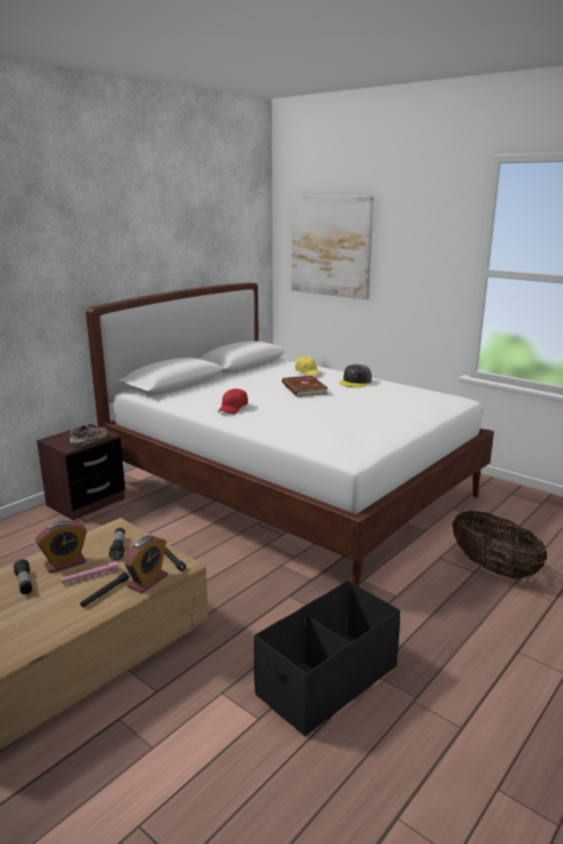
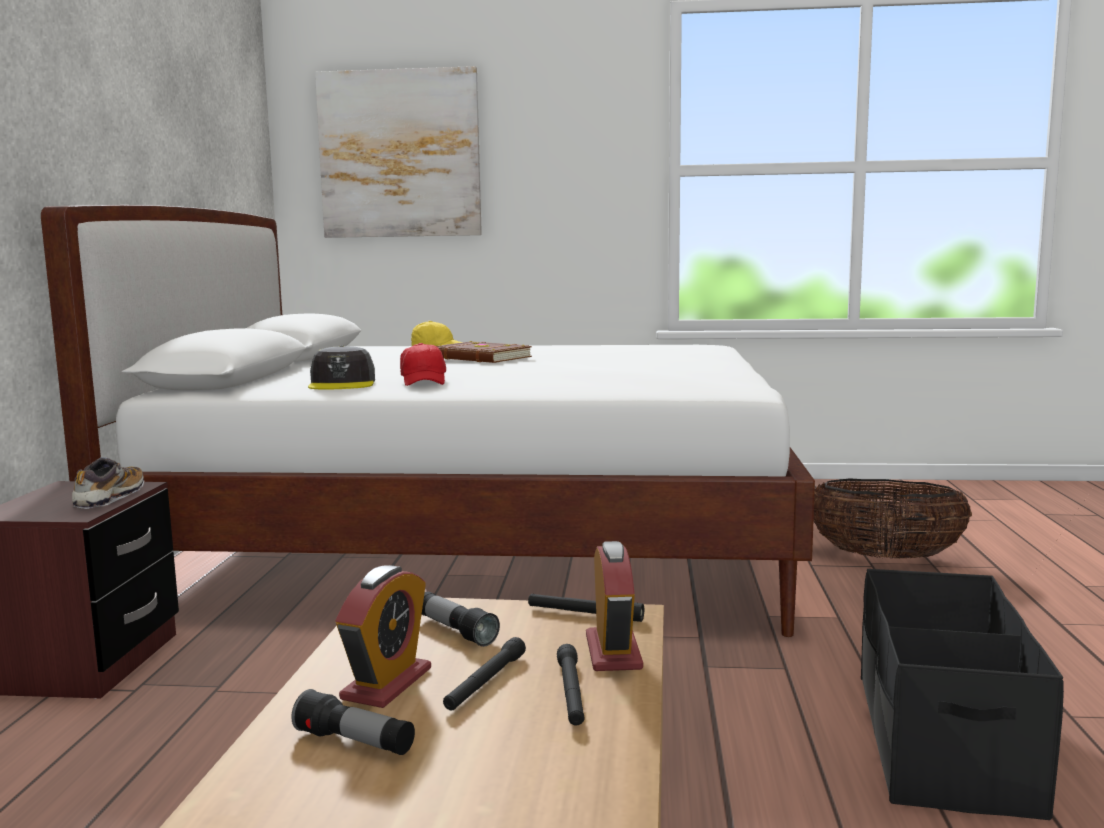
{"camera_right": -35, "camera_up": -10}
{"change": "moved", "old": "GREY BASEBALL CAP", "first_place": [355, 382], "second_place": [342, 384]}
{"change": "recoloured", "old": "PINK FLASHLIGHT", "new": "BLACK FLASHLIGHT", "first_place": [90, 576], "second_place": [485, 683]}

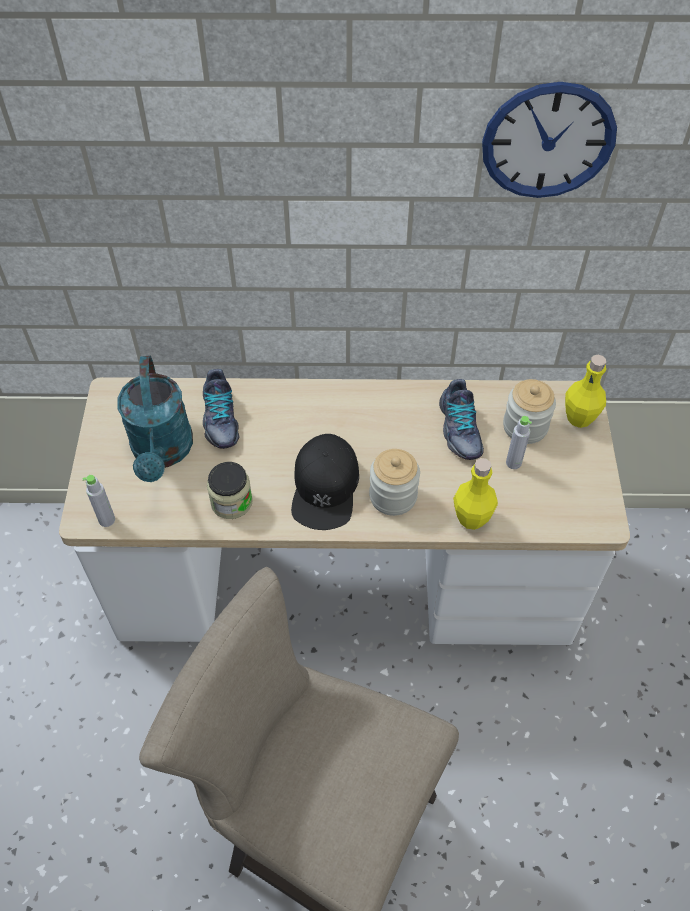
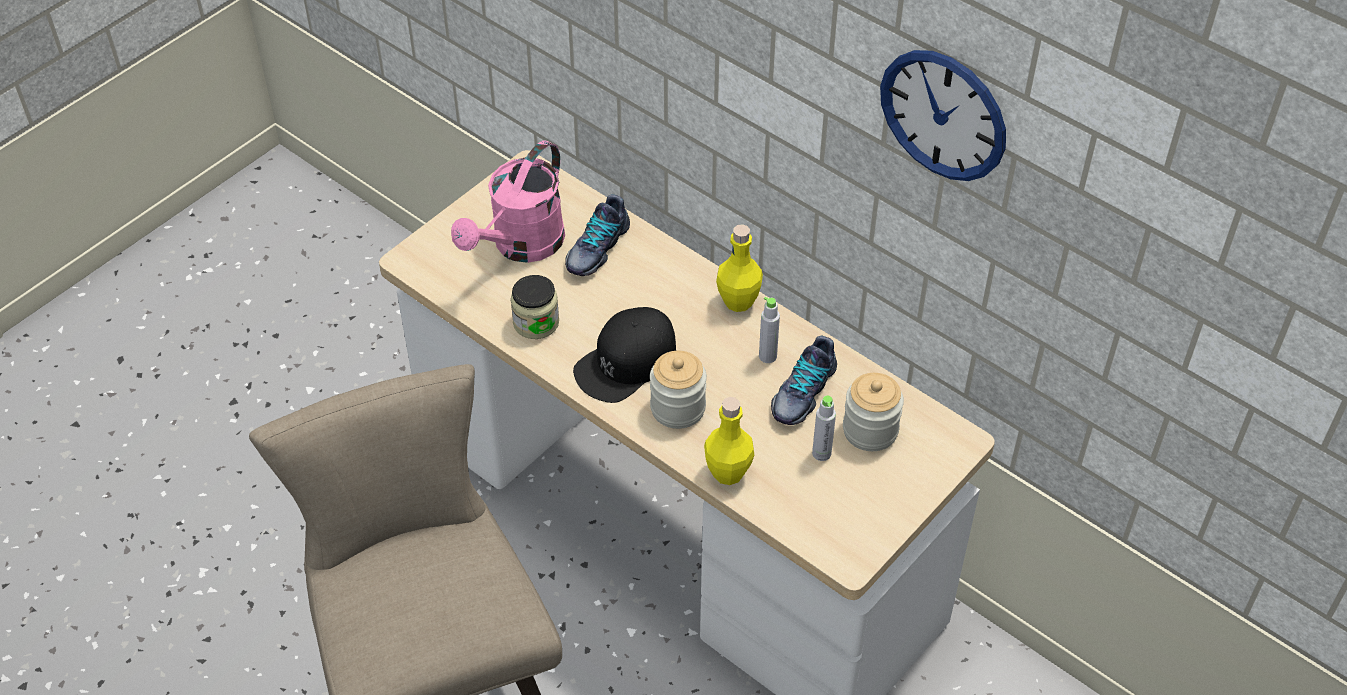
{"camera_right": 40, "camera_up": -5}
{"change": "recoloured", "old": "BLUE-GREEN SPRINKLING CAN", "new": "PINK SPRINKLING CAN", "first_place": [162, 452], "second_place": [521, 246]}
{"change": "moved", "old": "YELLOW BOTTLE", "first_place": [579, 418], "second_place": [738, 301]}
{"change": "moved", "old": "GREY BOTTLE", "first_place": [107, 520], "second_place": [767, 356]}

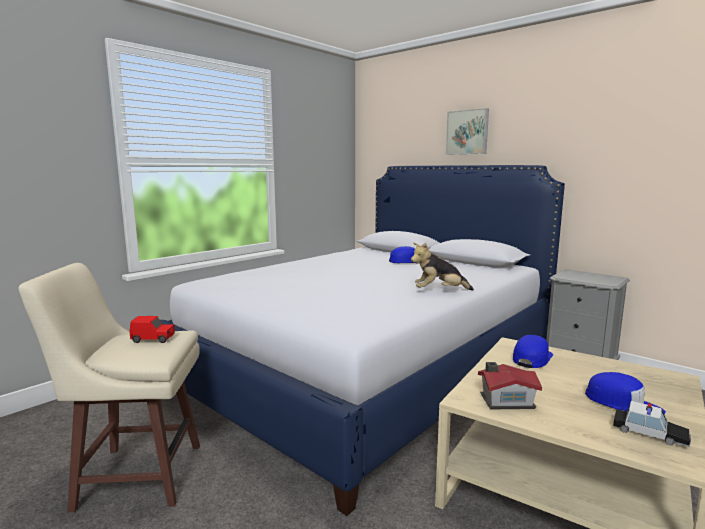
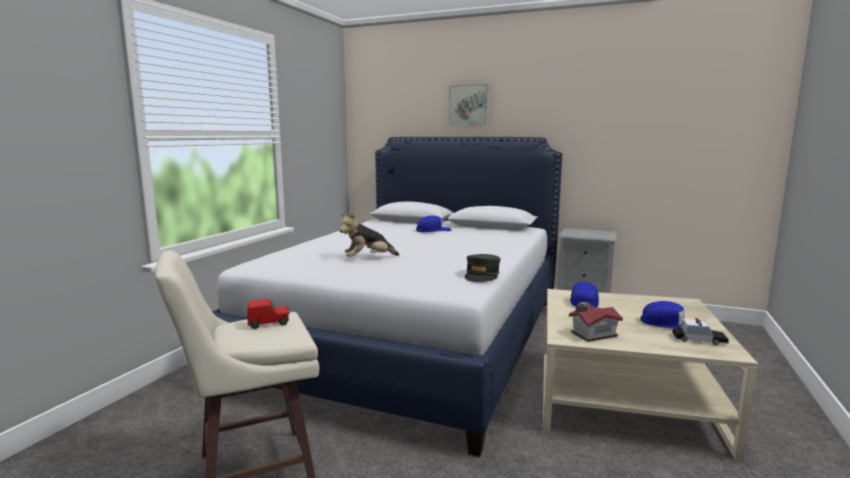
{"camera_right": -20, "camera_up": 0}
{"change": "moved", "old": "CUDDLY TOY", "first_place": [439, 291], "second_place": [368, 259]}
{"change": "added", "new": "GREY BASEBALL CAP", "second_place": [482, 275]}

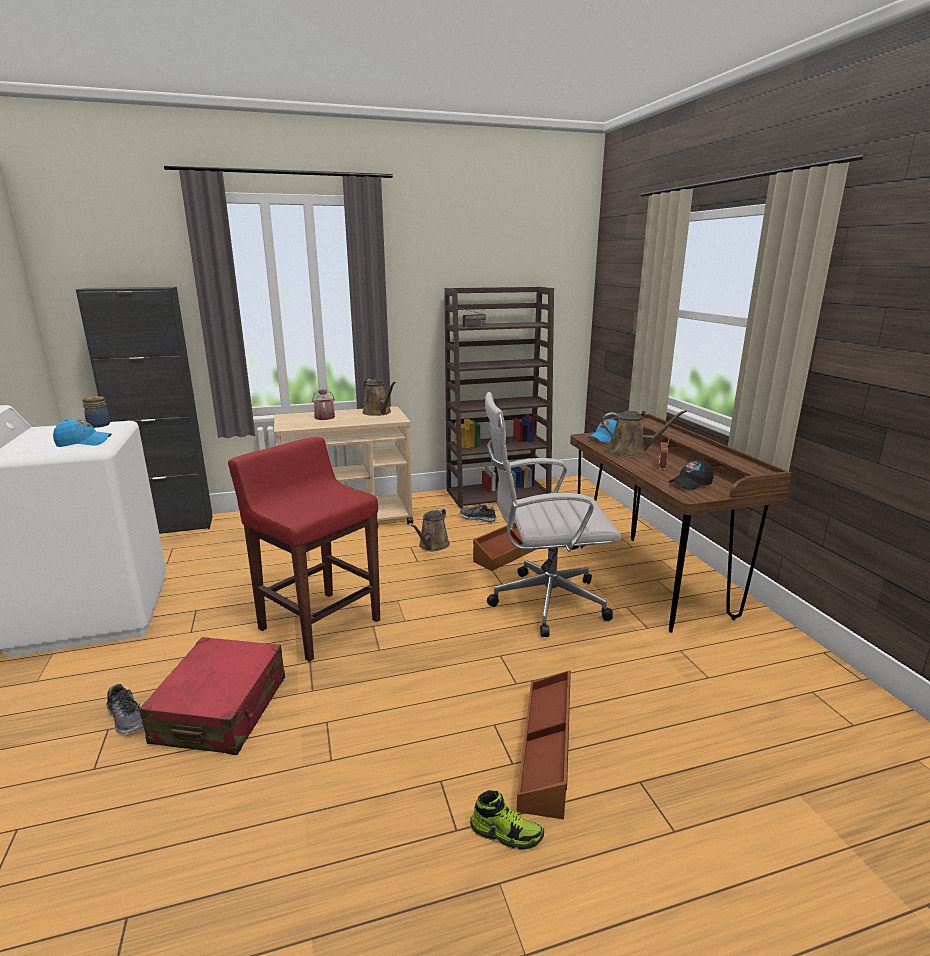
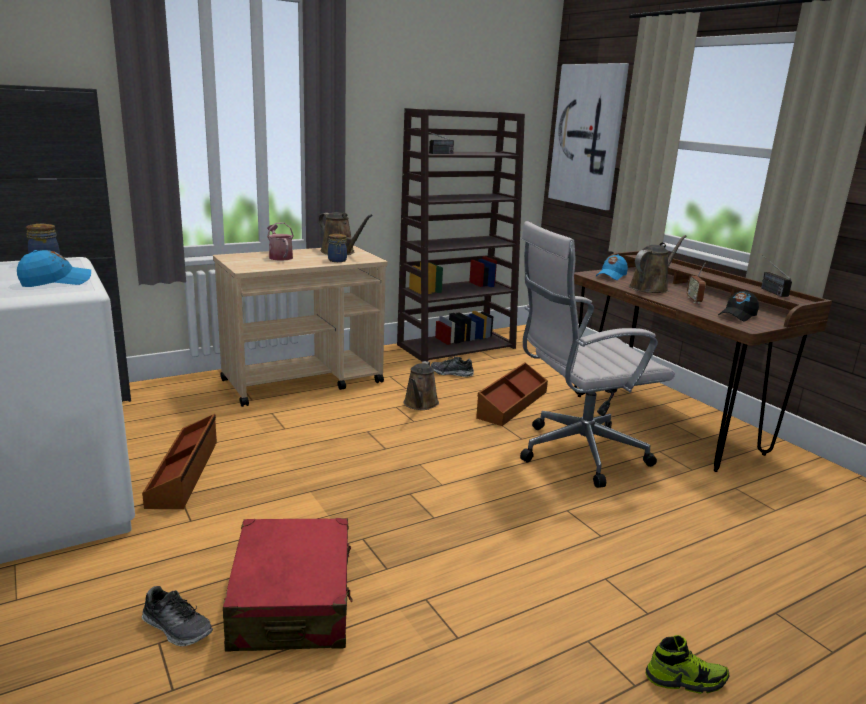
{"camera_right": -15, "camera_up": 0}
{"change": "turned", "old": "BROWN-COLOURED SPRINKLING CAN", "first_place": [631, 451], "second_place": [651, 288], "degrees": -45}
{"change": "removed", "old": "RED-COLOURED STOOL SEAT", "first_place": [319, 624]}
{"change": "moved", "old": "BROWN-COLOURED STORAGE CONTAINER", "first_place": [547, 750], "second_place": [185, 472]}
{"change": "added", "new": "WALL ART", "second_place": [588, 136]}
{"change": "added", "new": "PRESERVE JAR", "second_place": [337, 260]}
{"change": "added", "new": "RADIO", "second_place": [768, 290]}

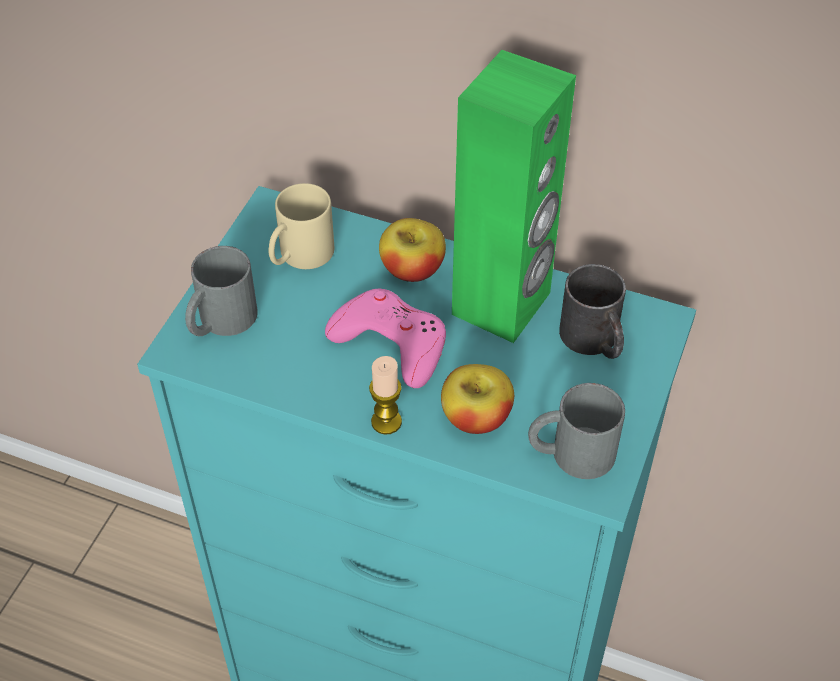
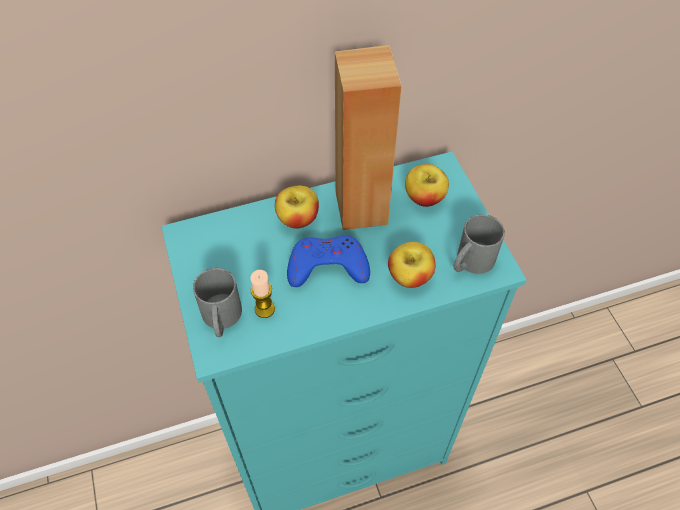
{"camera_right": -40, "camera_up": 5}
{"change": "recoloured", "old": "GREENISH SPEAKER", "new": "BROWN-COLOURED SPEAKER", "first_place": [502, 304], "second_place": [362, 207]}
{"change": "removed", "old": "BEIGE COFFEE MUG", "first_place": [300, 257]}
{"change": "replaced", "old": "BLACK COFFEE MUG", "new": "APPLE", "first_place": [594, 341], "second_place": [424, 197]}
{"change": "recoloured", "old": "PINK GAMEPAD", "new": "BLUISH GAMEPAD", "first_place": [391, 342], "second_place": [327, 266]}
{"change": "moved", "old": "CANDLE", "first_place": [386, 422], "second_place": [264, 309]}

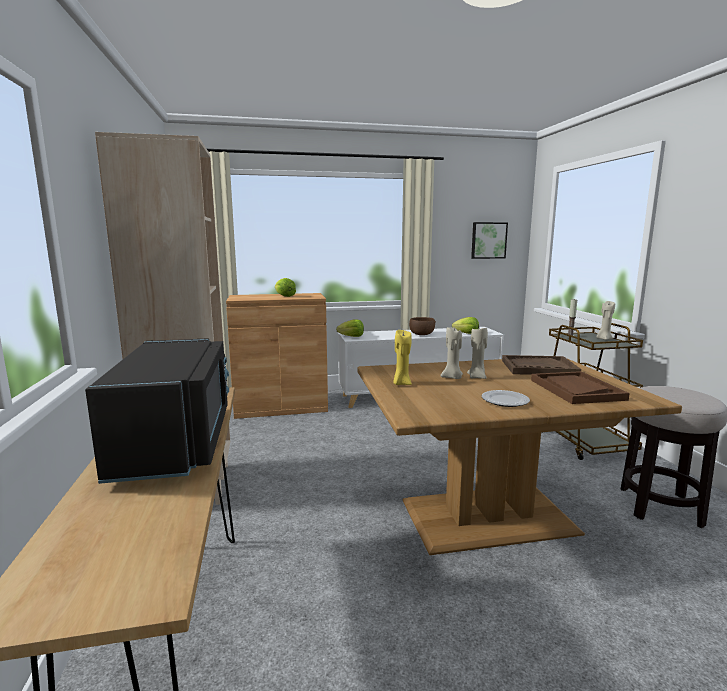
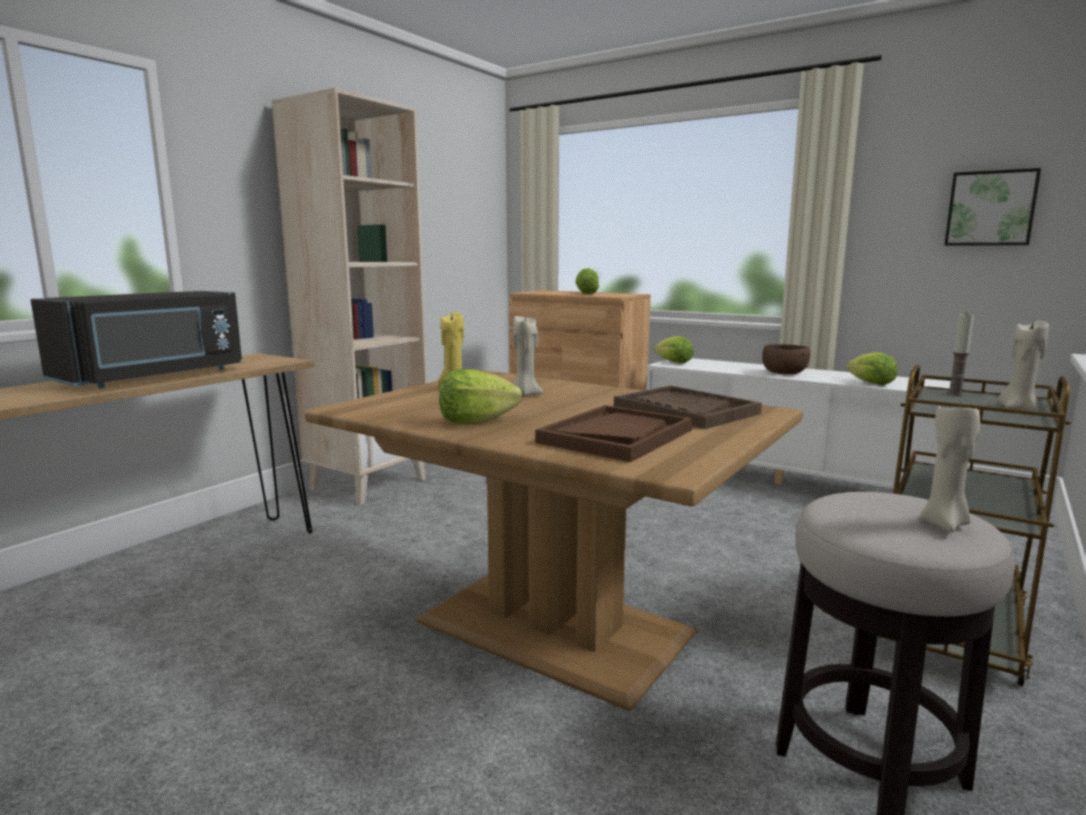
{"camera_right": 45, "camera_up": 0}
{"change": "moved", "old": "BEIGE CANDLE", "first_place": [477, 377], "second_place": [944, 524]}
{"change": "replaced", "old": "FLAT DISH", "new": "HEAD OF LETTUCE", "first_place": [504, 401], "second_place": [476, 421]}

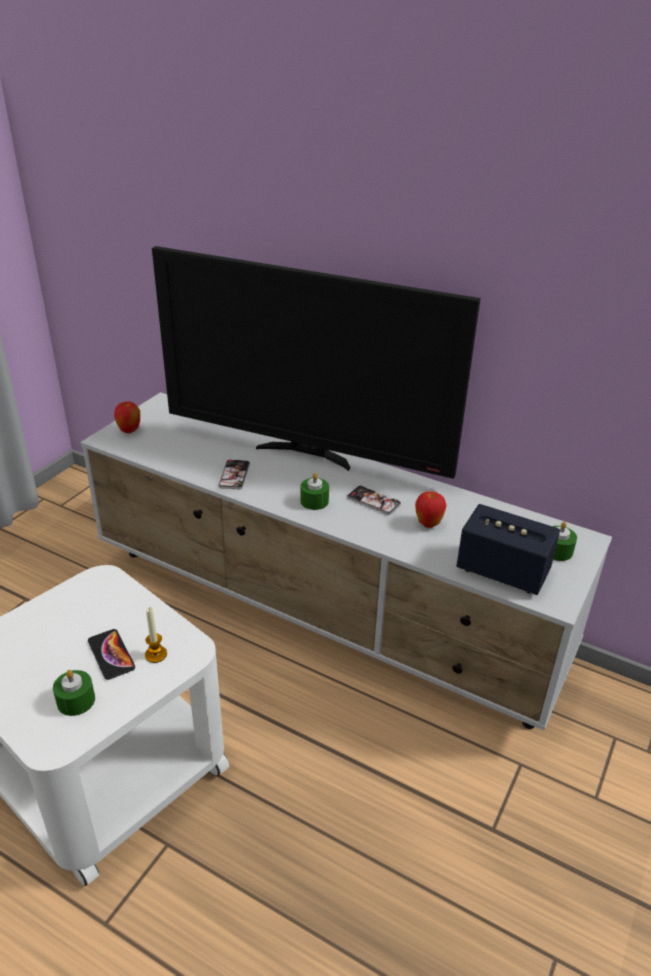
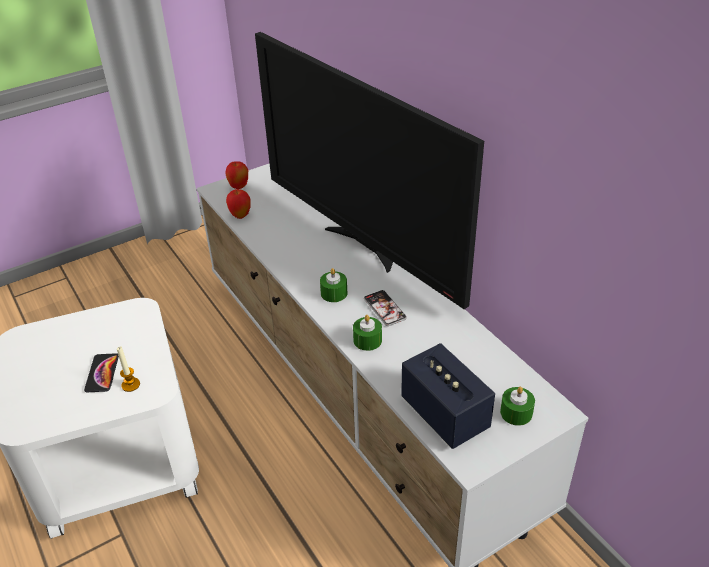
{"camera_right": 30, "camera_up": 5}
{"change": "removed", "old": "HANDSET", "first_place": [234, 475]}
{"change": "moved", "old": "APPLE", "first_place": [428, 524], "second_place": [240, 216]}
{"change": "moved", "old": "GREENISH CANDLE", "first_place": [76, 700], "second_place": [367, 340]}

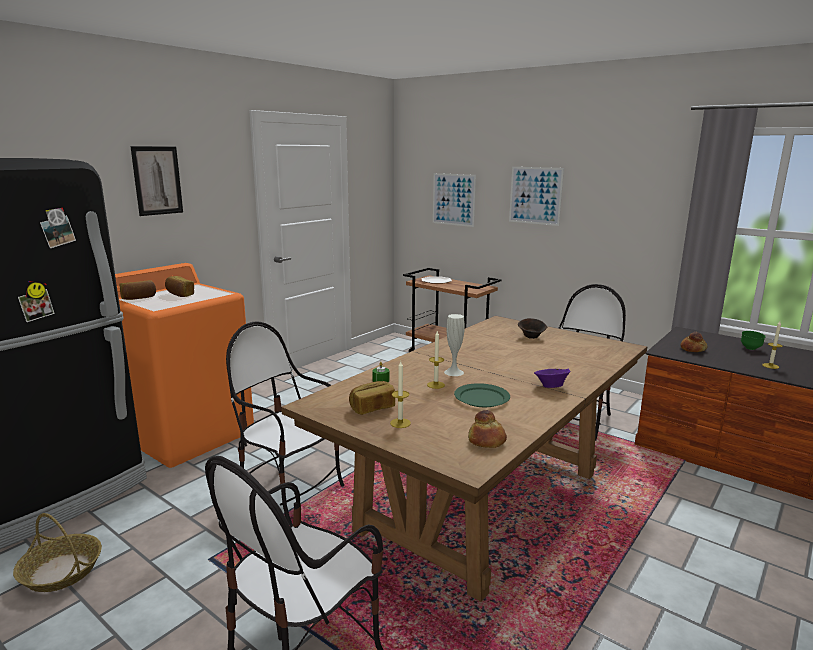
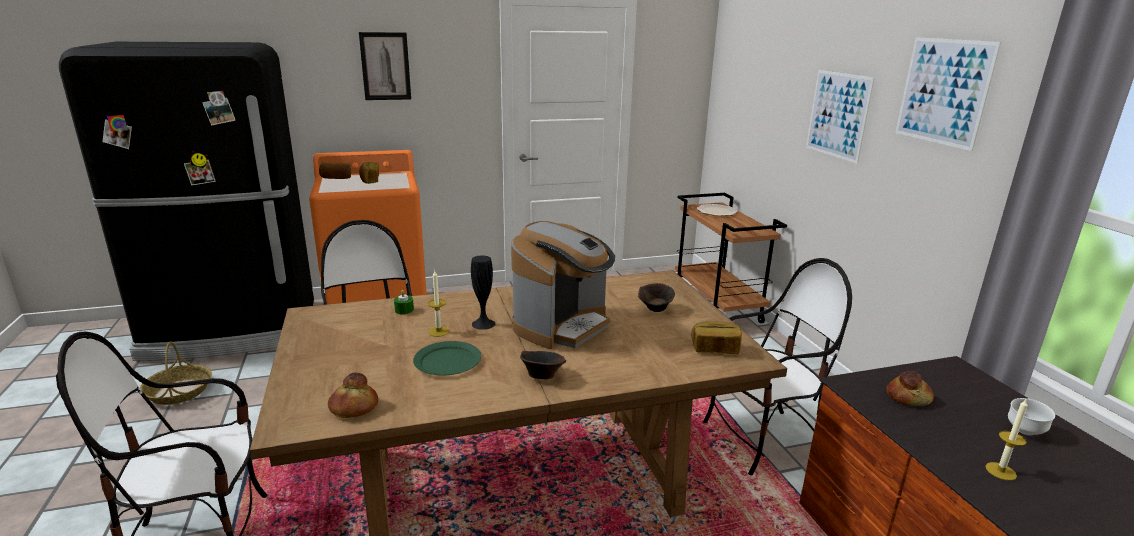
{"camera_right": 35, "camera_up": 5}
{"change": "moved", "old": "WALL ART", "first_place": [453, 199], "second_place": [943, 92]}
{"change": "recoloured", "old": "WHITISH FLOWER VASE", "new": "BLACK FLOWER VASE", "first_place": [454, 372], "second_place": [483, 324]}
{"change": "recoloured", "old": "GREENISH DEEP DISH", "new": "WHITISH DEEP DISH", "first_place": [750, 349], "second_place": [1024, 432]}
{"change": "removed", "old": "CANDLE", "first_place": [400, 423]}
{"change": "recoloured", "old": "PURPLISH DEEP DISH", "new": "BROWN-COLOURED DEEP DISH", "first_place": [550, 387], "second_place": [541, 376]}
{"change": "moved", "old": "BAKED BREAD", "first_place": [372, 408], "second_place": [715, 349]}
{"change": "added", "new": "COFFEE MACHINE", "second_place": [562, 326]}

